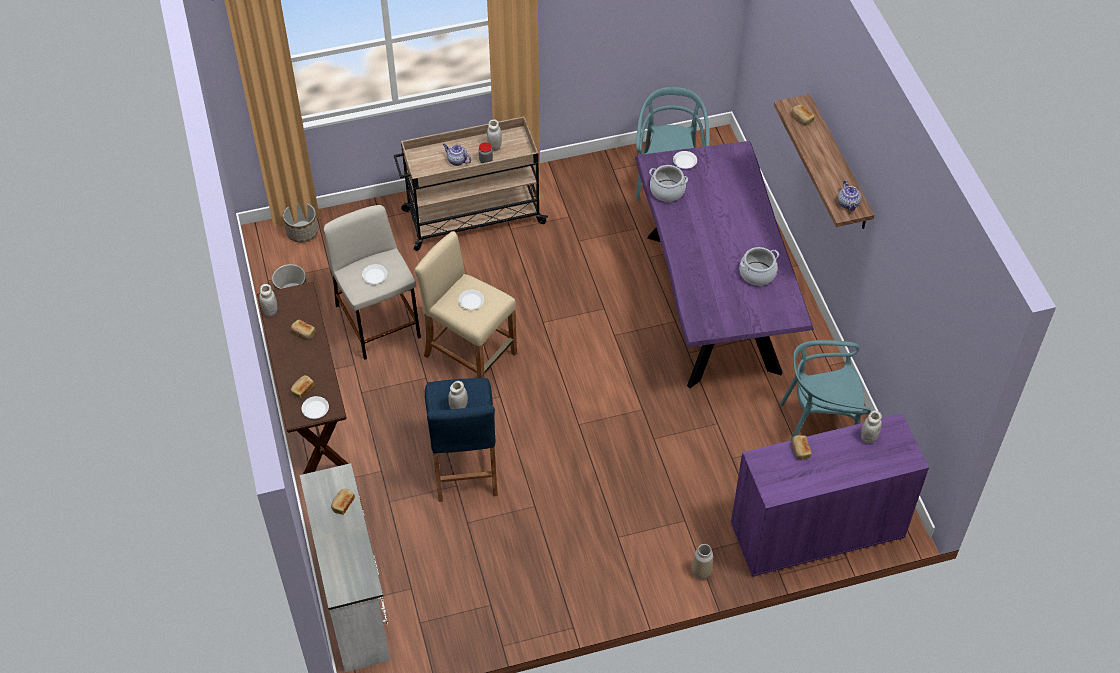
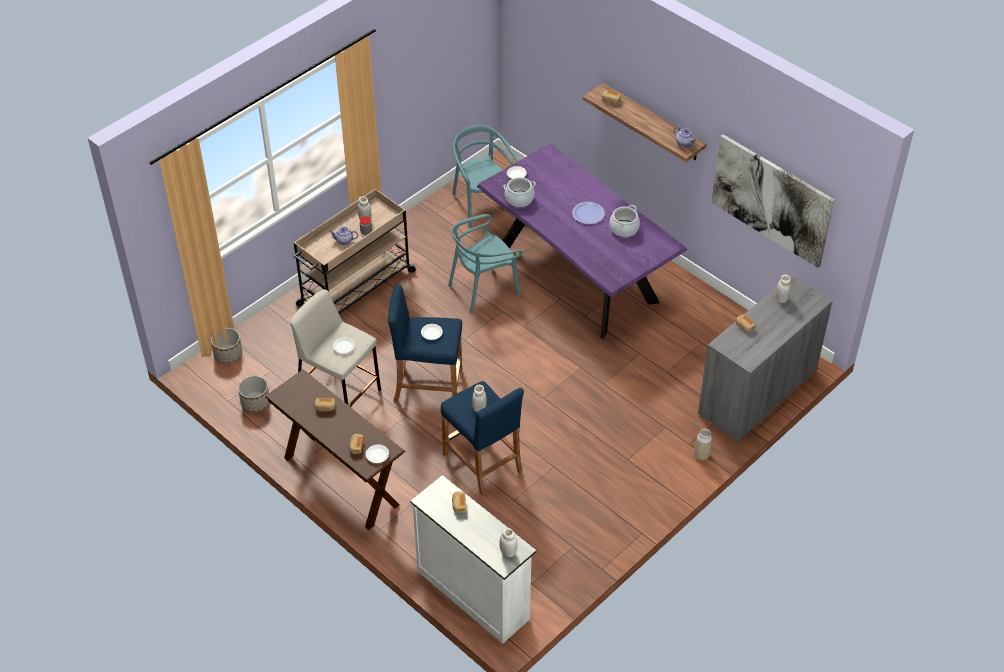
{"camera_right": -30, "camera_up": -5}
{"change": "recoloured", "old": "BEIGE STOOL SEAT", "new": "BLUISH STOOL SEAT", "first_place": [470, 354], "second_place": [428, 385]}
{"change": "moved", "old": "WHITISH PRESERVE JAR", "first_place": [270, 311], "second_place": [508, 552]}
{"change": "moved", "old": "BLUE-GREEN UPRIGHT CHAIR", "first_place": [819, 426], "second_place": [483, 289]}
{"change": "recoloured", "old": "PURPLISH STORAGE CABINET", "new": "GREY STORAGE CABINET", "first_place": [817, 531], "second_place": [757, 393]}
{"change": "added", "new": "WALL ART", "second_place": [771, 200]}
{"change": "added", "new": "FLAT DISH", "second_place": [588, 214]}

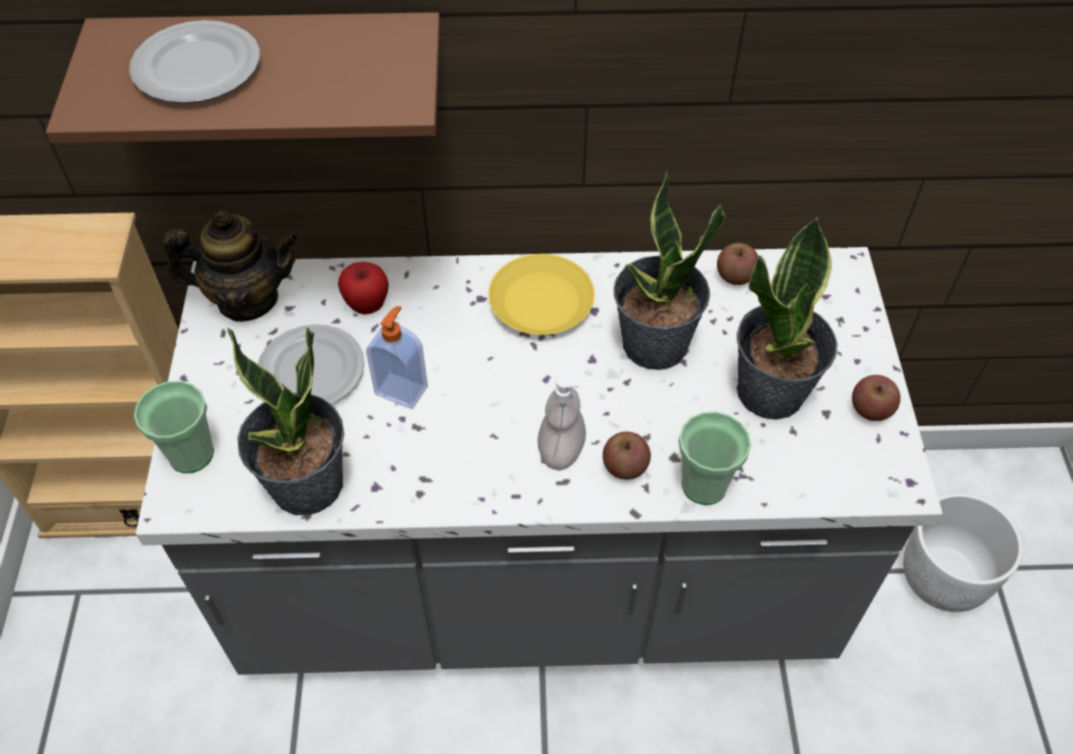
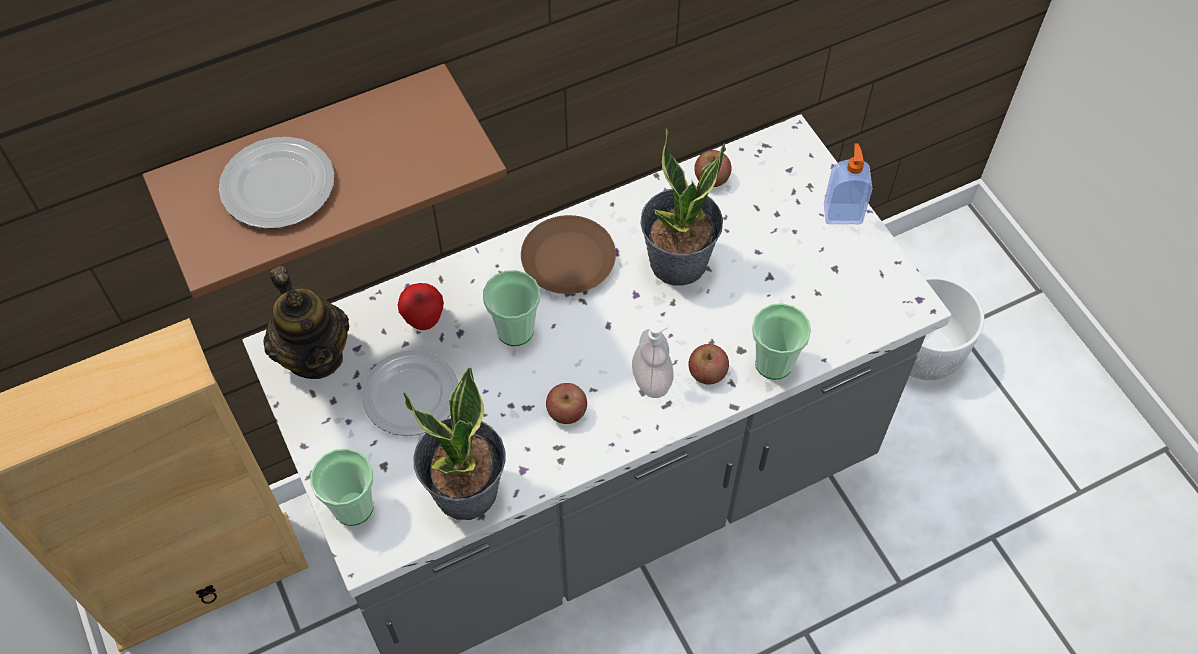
{"camera_right": -25, "camera_up": 5}
{"change": "turned", "old": "POT FOR TEA", "first_place": [247, 299], "second_place": [315, 355], "degrees": 90}
{"change": "removed", "old": "HOUSEPLANT", "first_place": [772, 392]}
{"change": "recoloured", "old": "YELLOW FLAT DISH", "new": "BROWN-COLOURED FLAT DISH", "first_place": [540, 302], "second_place": [567, 261]}
{"change": "moved", "old": "SOAP DISPENSER", "first_place": [402, 389], "second_place": [842, 213]}
{"change": "moved", "old": "APPLE", "first_place": [871, 409], "second_place": [566, 411]}
{"change": "added", "new": "DRINKING CUP", "second_place": [515, 330]}

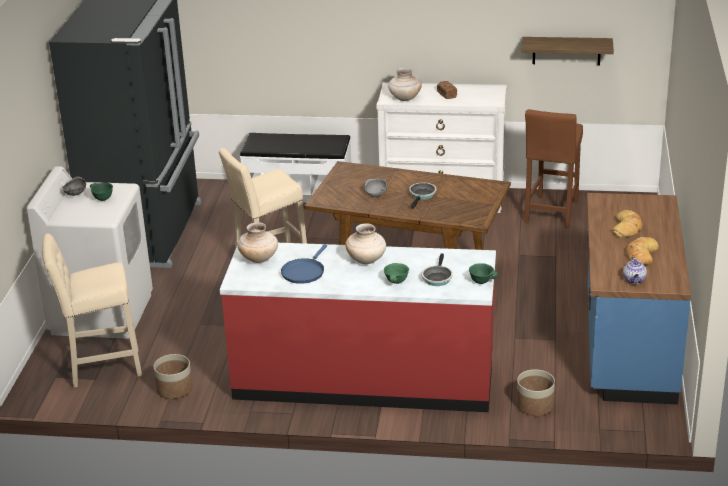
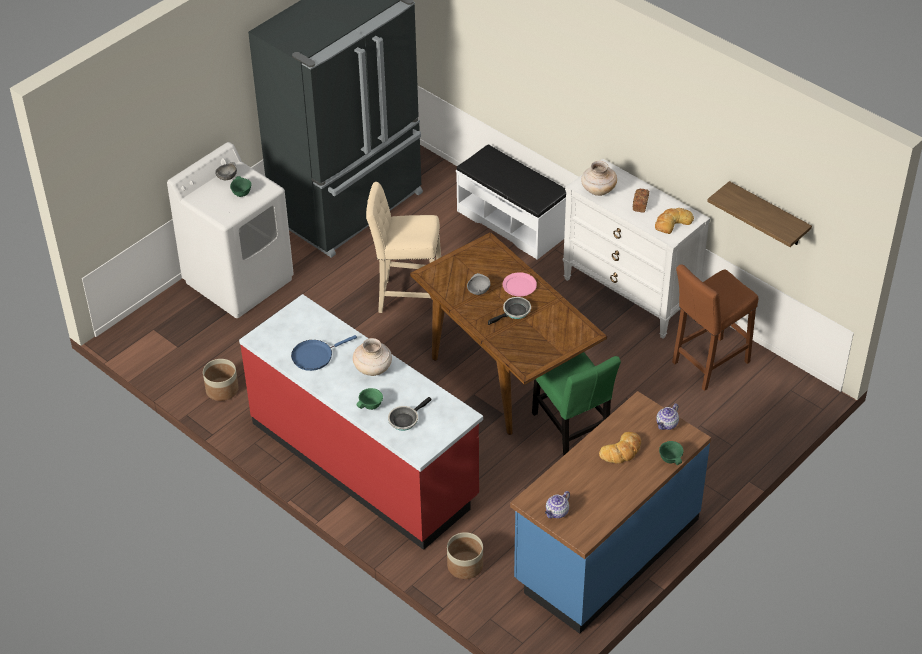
{"camera_right": 35, "camera_up": 15}
{"change": "removed", "old": "BEIGE FLOWER VASE", "first_place": [259, 258]}
{"change": "removed", "old": "BEIGE STOOL SEAT", "first_place": [101, 368]}
{"change": "moved", "old": "BAKED BREAD", "first_place": [641, 255], "second_place": [672, 222]}
{"change": "moved", "old": "GREENISH DEEP DISH", "first_place": [482, 281], "second_place": [671, 459]}
{"change": "added", "new": "PINK FLAT DISH", "second_place": [519, 286]}
{"change": "added", "new": "GREENISH UPRIGHT CHAIR", "second_place": [572, 429]}
{"change": "added", "new": "POT FOR TEA", "second_place": [667, 424]}

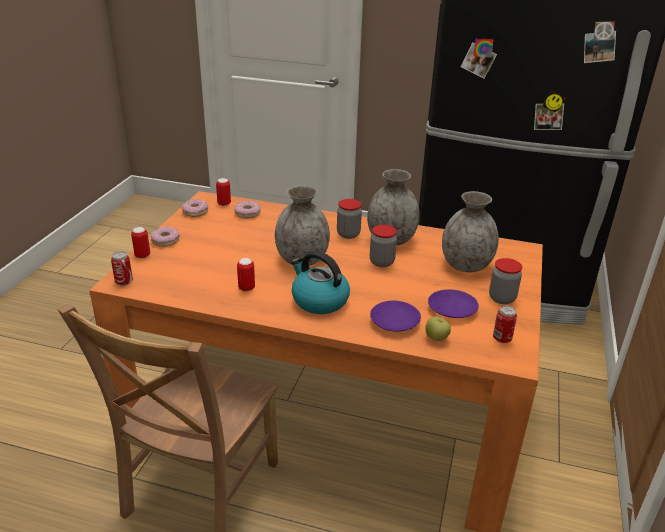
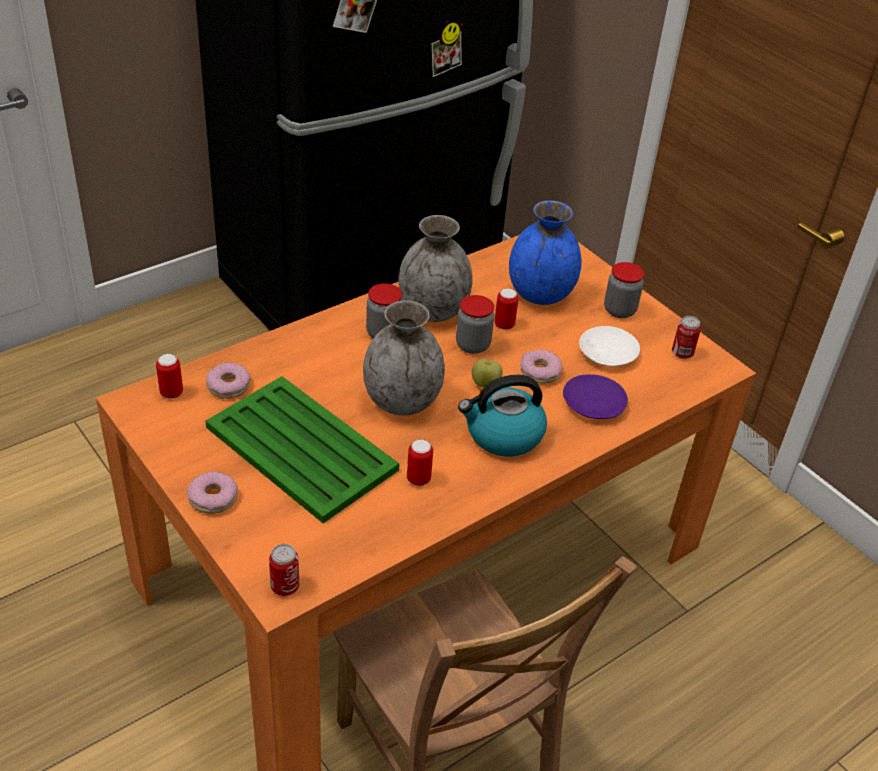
{"camera_right": -55, "camera_up": 10}
{"change": "recoloured", "old": "GREY FLOWER VASE", "new": "BLUISH FLOWER VASE", "first_place": [466, 266], "second_place": [541, 294]}
{"change": "moved", "old": "DOUGHNUT", "first_place": [195, 212], "second_place": [540, 372]}
{"change": "moved", "old": "METAL CAN", "first_place": [142, 256], "second_place": [504, 325]}
{"change": "recoloured", "old": "PURPLISH FLAT DISH", "new": "WHITISH FLAT DISH", "first_place": [451, 309], "second_place": [607, 353]}
{"change": "moved", "old": "APPLE", "first_place": [436, 338], "second_place": [485, 384]}
{"change": "added", "new": "GREENISH CARRYING TRAY", "second_place": [302, 450]}

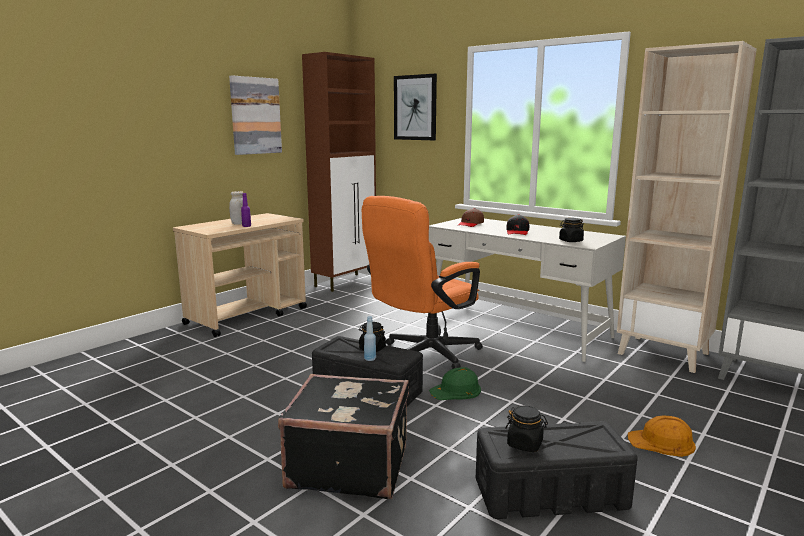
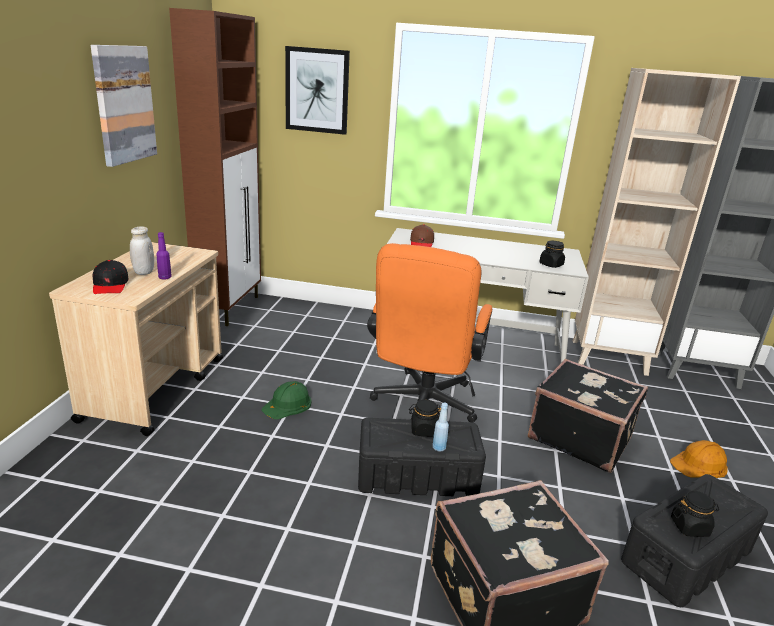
{"camera_right": -30, "camera_up": 10}
{"change": "moved", "old": "BLACK BASEBALL CAP", "first_place": [517, 232], "second_place": [110, 285]}
{"change": "moved", "old": "GREENISH HARD HAT", "first_place": [456, 390], "second_place": [288, 405]}
{"change": "added", "new": "BLACK TRAVEL CASE", "second_place": [580, 437]}

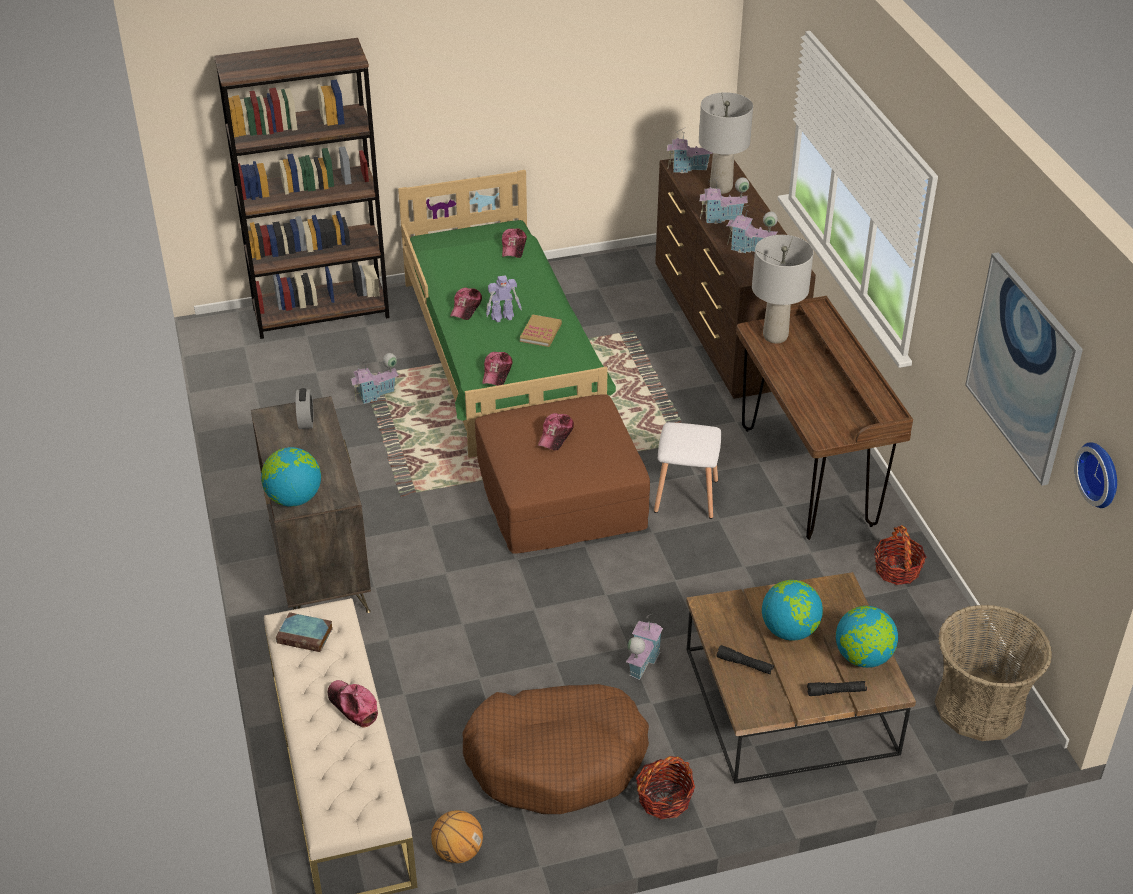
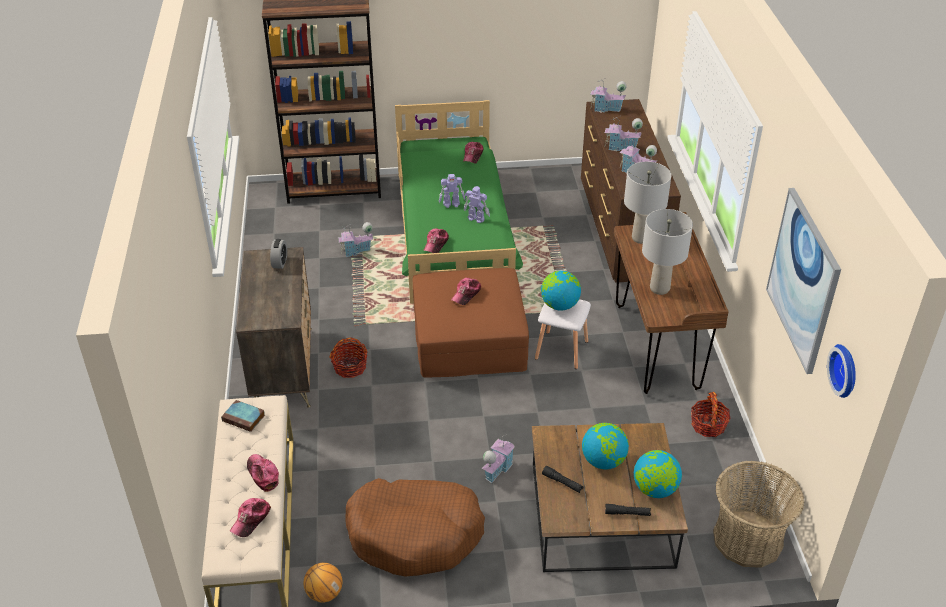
{"camera_right": 10, "camera_up": 0}
{"change": "moved", "old": "GREY LAMP FOR A TABLE", "first_place": [720, 188], "second_place": [659, 288]}
{"change": "moved", "old": "BASEBALL CAP", "first_place": [466, 308], "second_place": [251, 519]}
{"change": "replaced", "old": "BOOK", "new": "MODEL ROBOT", "first_place": [540, 332], "second_place": [475, 218]}
{"change": "moved", "old": "GLOBE", "first_place": [294, 498], "second_place": [559, 305]}
{"change": "moved", "old": "STORAGE BASKET", "first_place": [664, 799], "second_place": [350, 367]}

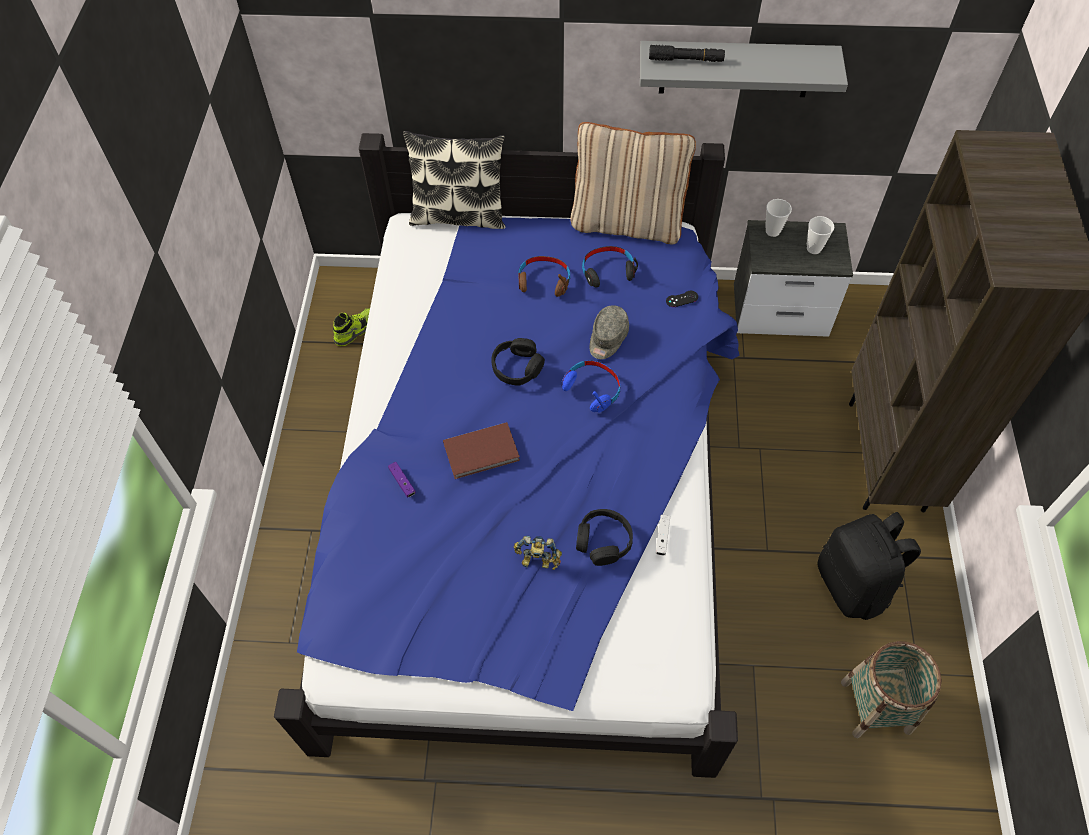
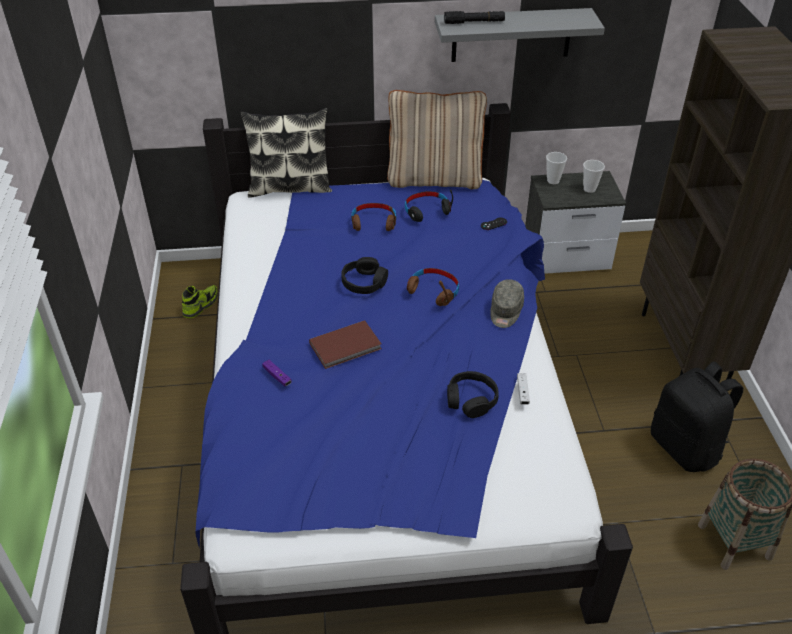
{"camera_right": -10, "camera_up": -15}
{"change": "moved", "old": "GREY BASEBALL CAP", "first_place": [607, 339], "second_place": [505, 311]}
{"change": "recoloured", "old": "BLUISH PAIR OF HEADPHONES", "new": "BROWN-COLOURED PAIR OF HEADPHONES", "first_place": [592, 389], "second_place": [434, 291]}
{"change": "removed", "old": "MODEL ROBOT", "first_place": [537, 562]}

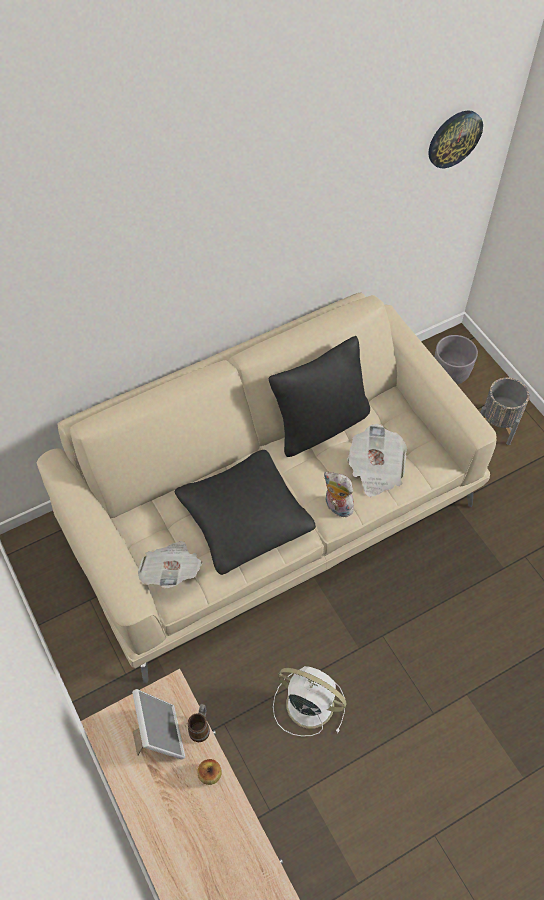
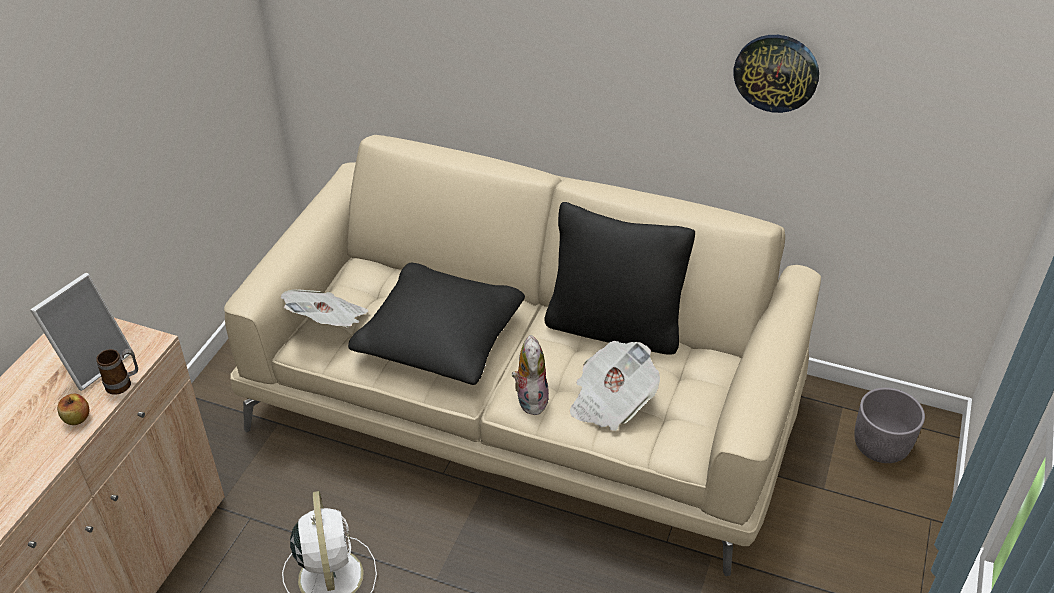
{"camera_right": 50, "camera_up": -15}
{"change": "moved", "old": "CLOCK ON THE WALL", "first_place": [454, 138], "second_place": [776, 72]}
{"change": "removed", "old": "GREY FLOWER POT", "first_place": [497, 424]}

